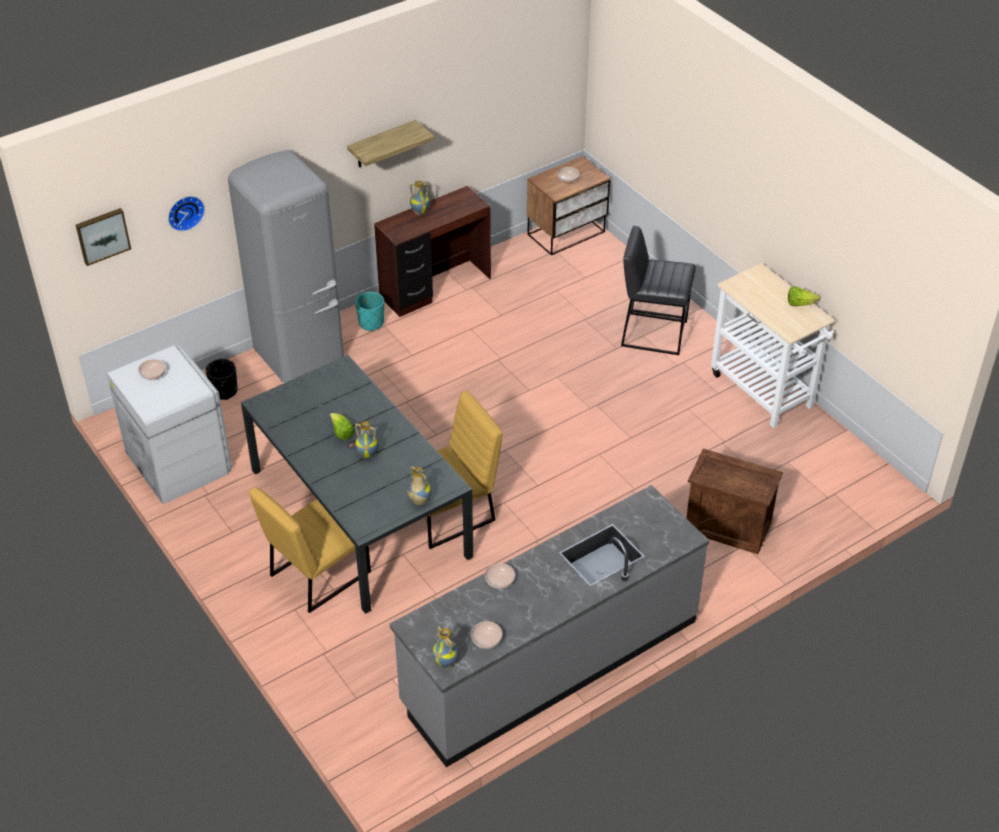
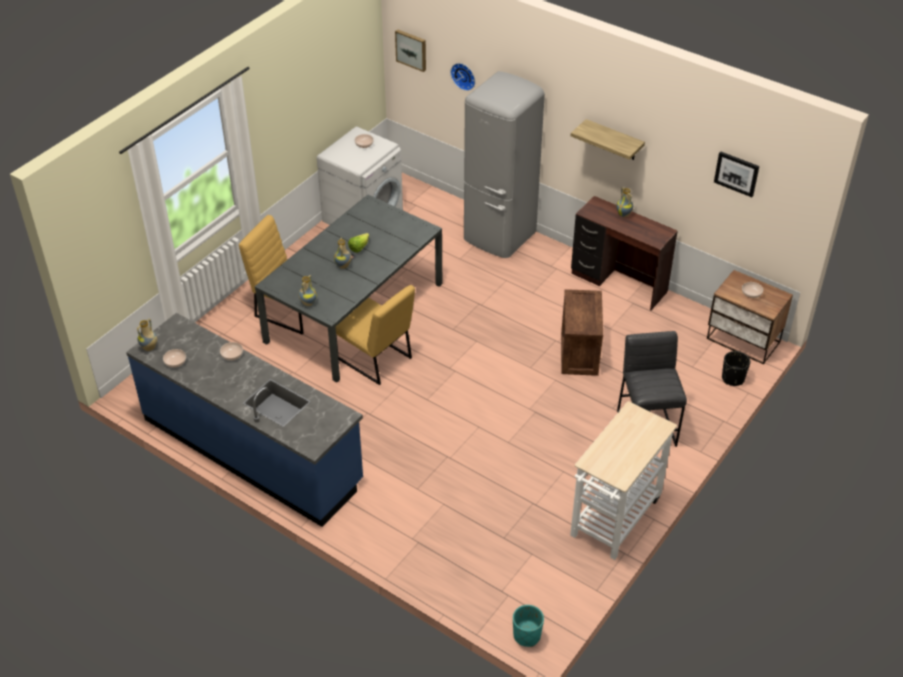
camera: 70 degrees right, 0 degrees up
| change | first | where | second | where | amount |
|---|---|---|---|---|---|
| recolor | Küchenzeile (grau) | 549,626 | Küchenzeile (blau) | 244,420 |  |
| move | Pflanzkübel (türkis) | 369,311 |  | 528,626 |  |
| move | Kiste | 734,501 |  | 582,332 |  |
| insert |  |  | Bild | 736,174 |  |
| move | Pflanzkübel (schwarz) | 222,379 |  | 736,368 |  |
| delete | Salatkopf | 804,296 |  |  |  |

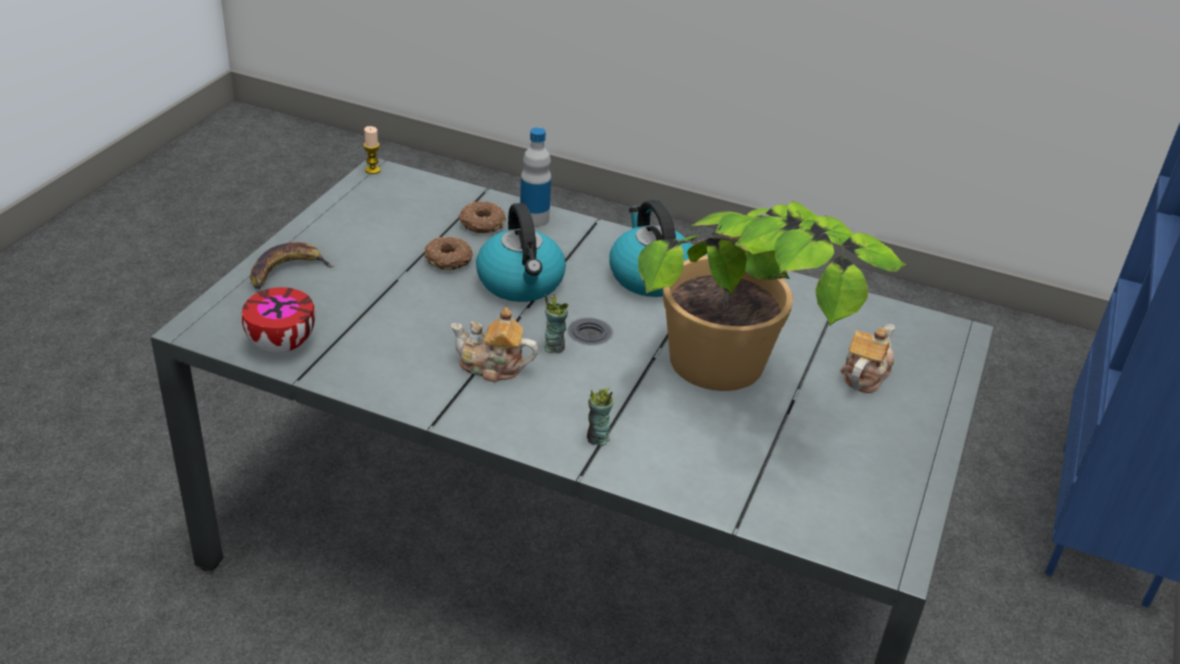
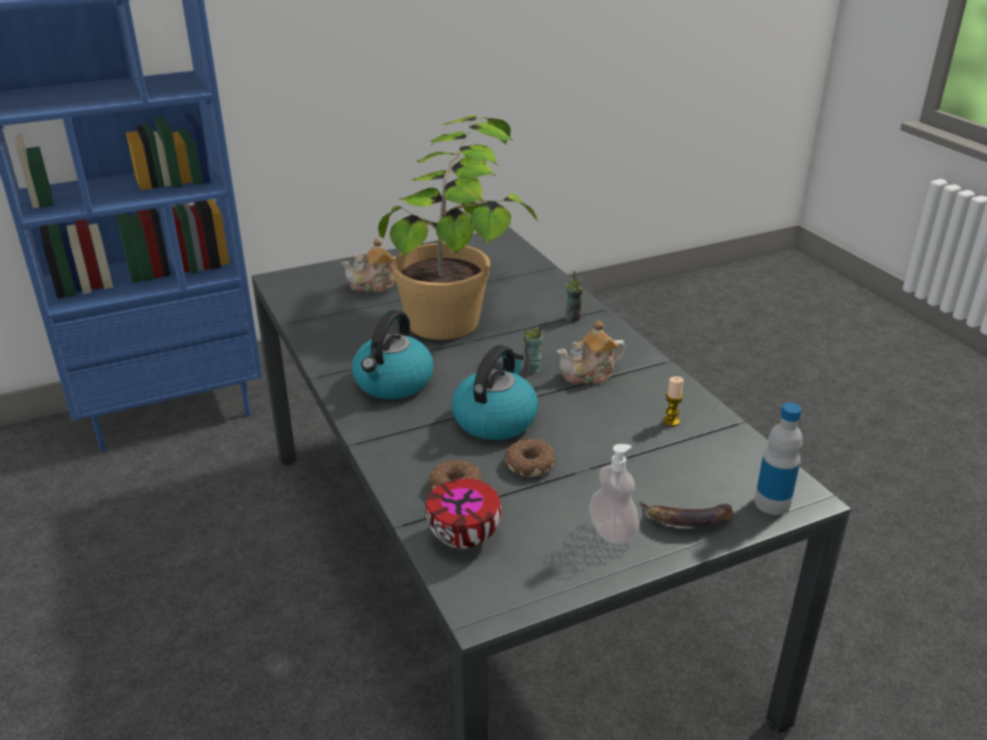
camera: 135 degrees left, 5 degrees down
| change | first | where | second | where | amount |
|---|---|---|---|---|---|
| move | Schüssel | 278,319 |  | 463,513 |  |
| rotate | Teekanne | 494,344 |  | 591,352 | 105 degrees clockwise |
| insert |  |  | Seifenspender | 614,494 |  |
| move | Kerze | 372,150 |  | 673,401 |  |
| move | Flasche | 535,177 |  | 779,459 |  |

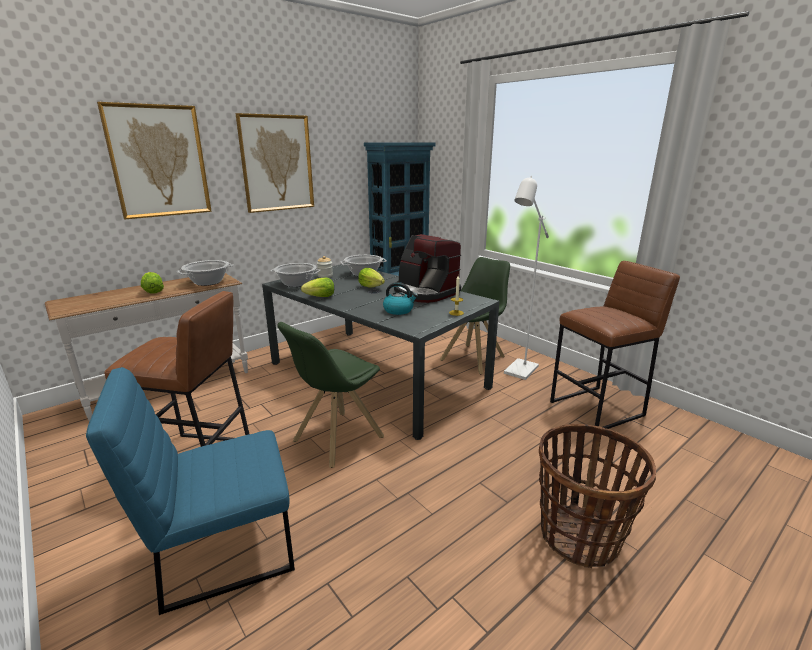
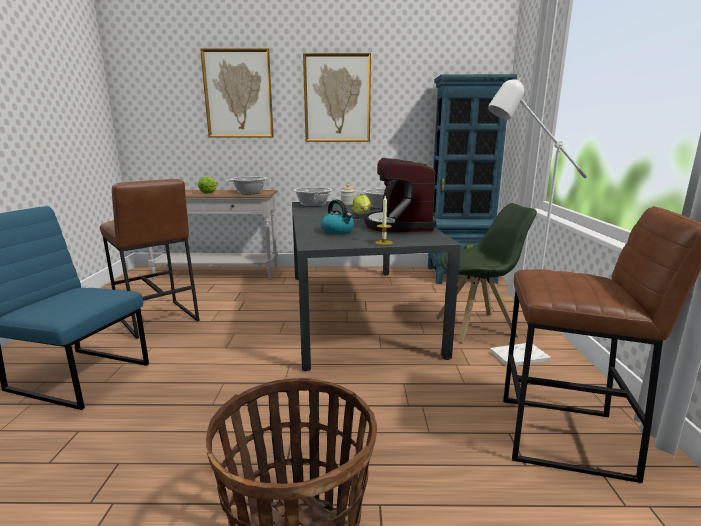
camera: 40 degrees right, 5 degrees down
| change | first | where | second | where | amount |
|---|---|---|---|---|---|
| delete | Stuhl (grün) | 330,395 |  |  |  |
| delete | Salatkopf | 317,287 |  |  |  |

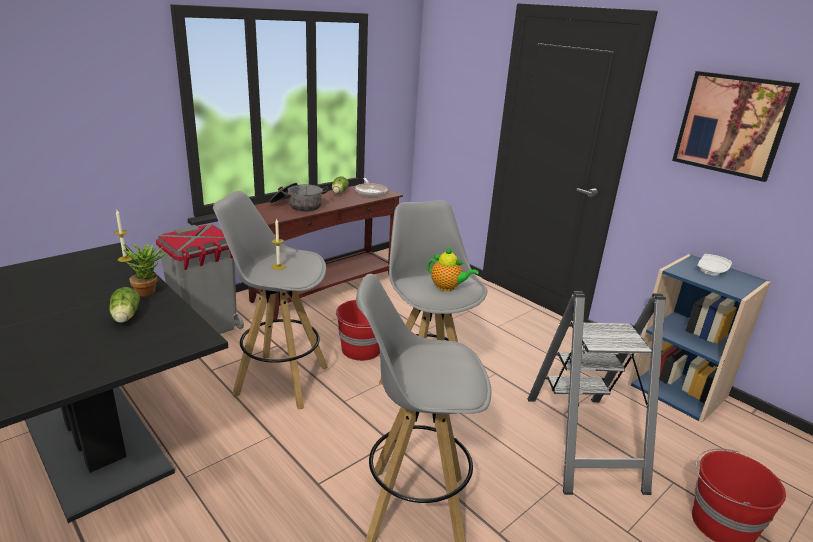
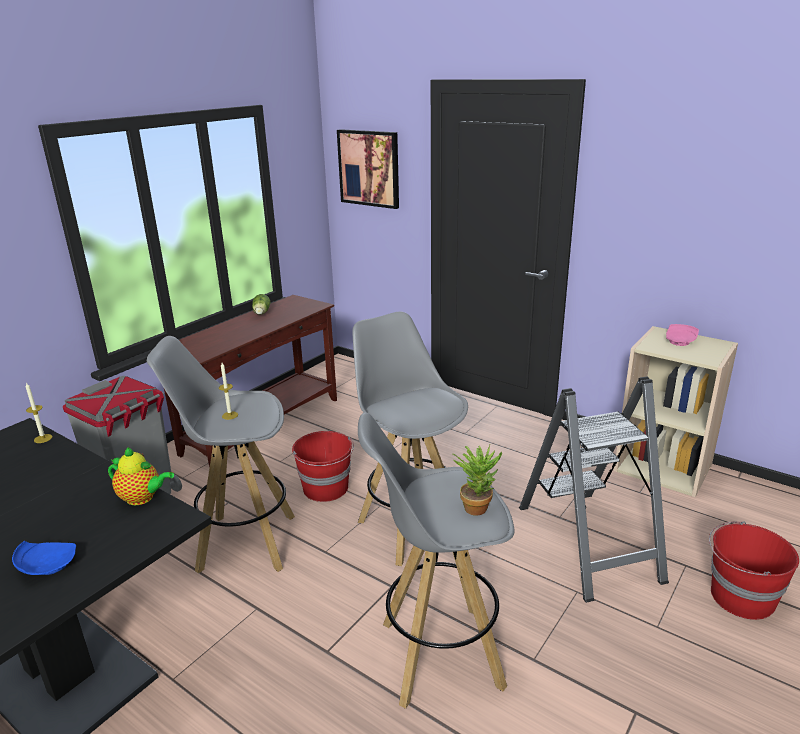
camera: 10 degrees left, 0 degrees up
| change | first | where | second | where | amount |
|---|---|---|---|---|---|
| insert |  |  | Teller (blau) | 44,558 |  |
| move | Teekanne | 453,269 |  | 141,476 |  |
| move | Bild | 736,126 |  | 368,169 |  |
| move | Topfpflanze | 144,270 |  | 477,480 |  |
| recolor | Bücherregal (blau) | 699,338 | Bücherregal (beige) | 676,411 |  |
| recolor | Teller (weiß) | 714,264 | Teller (rosa) | 682,335 |  |
| delete | Salatkopf | 124,305 |  |  |  |
| delete | Kochtopf | 299,197 |  |  |  |
| delete | Pfanne | 371,187 |  |  |  |

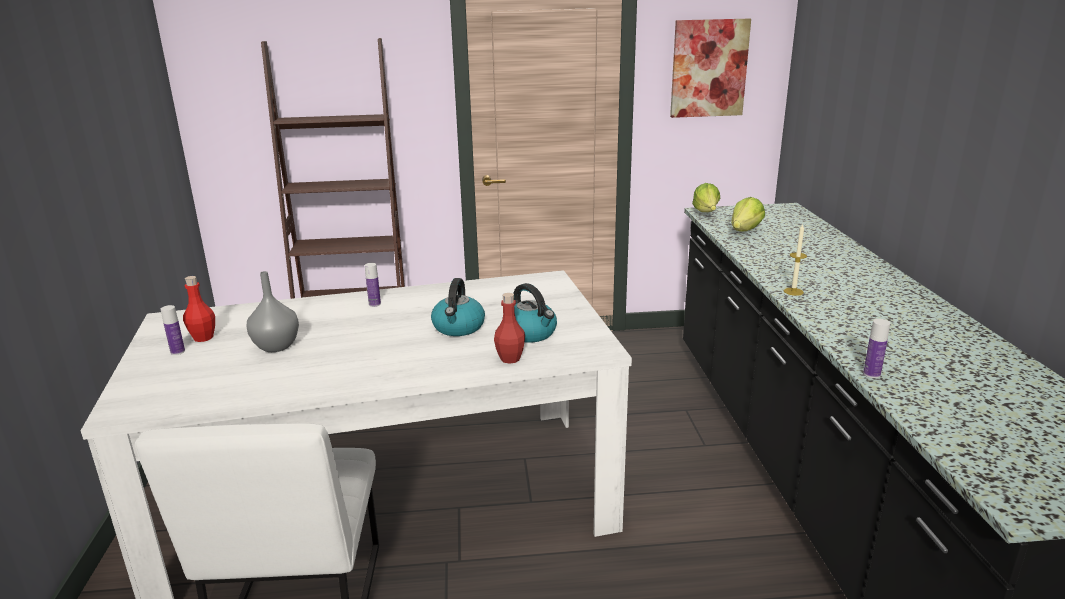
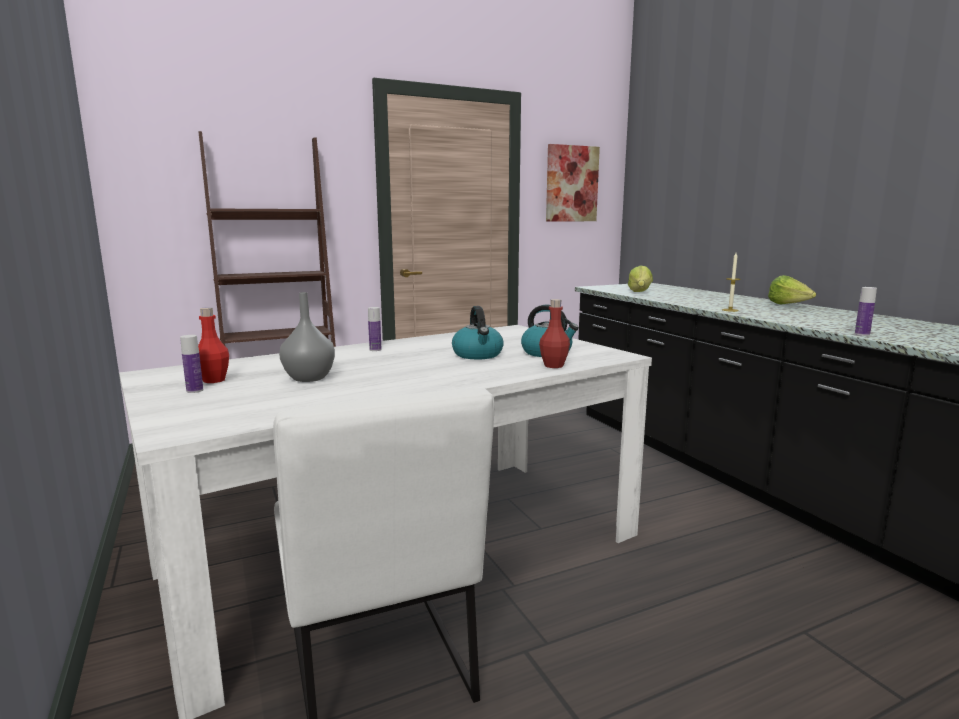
camera: 20 degrees left, 10 degrees down
| change | first | where | second | where | amount |
|---|---|---|---|---|---|
| move | Salatkopf | 706,197 |  | 792,289 |  |

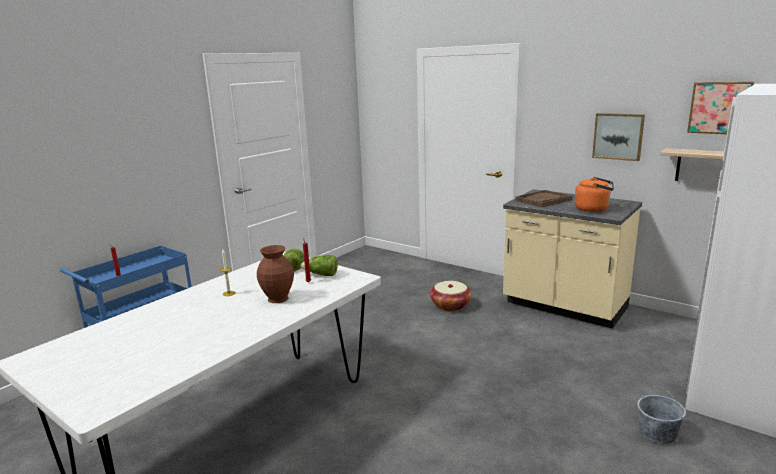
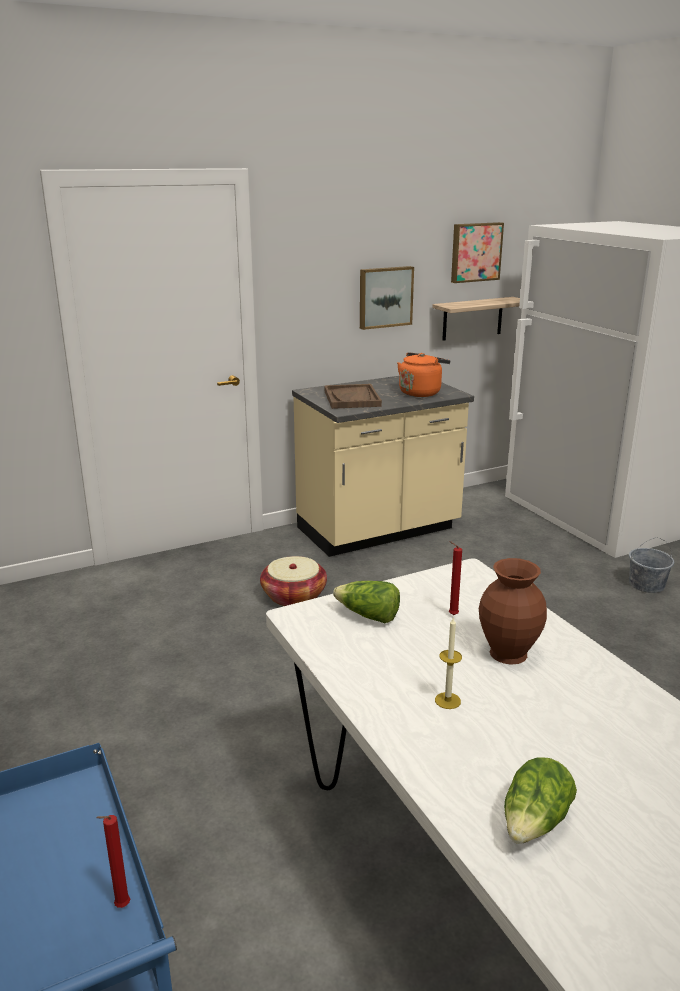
camera: 65 degrees left, 5 degrees up
| change | first | where | second | where | amount |
|---|---|---|---|---|---|
| move | Salatkopf | 319,265 |  | 540,800 |  |

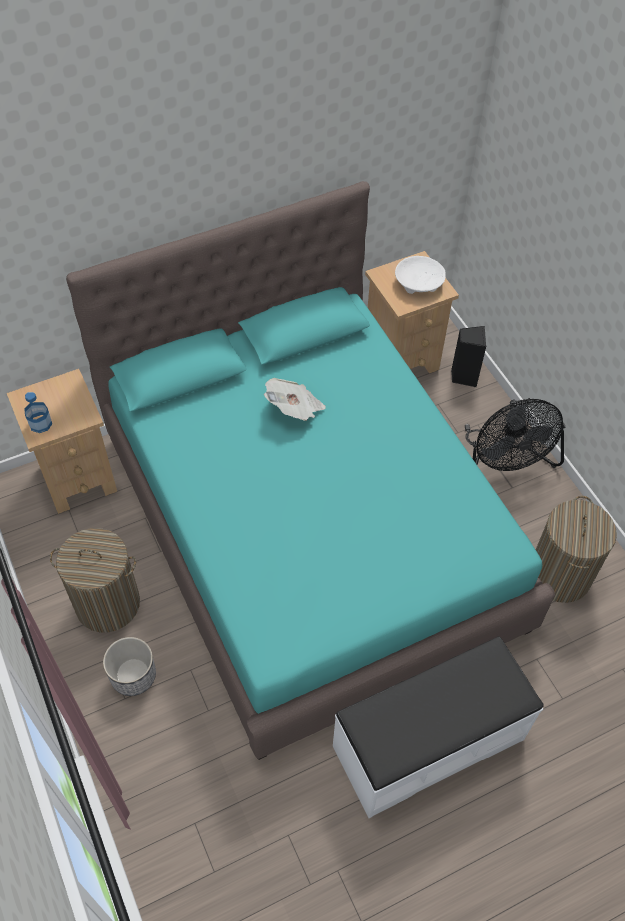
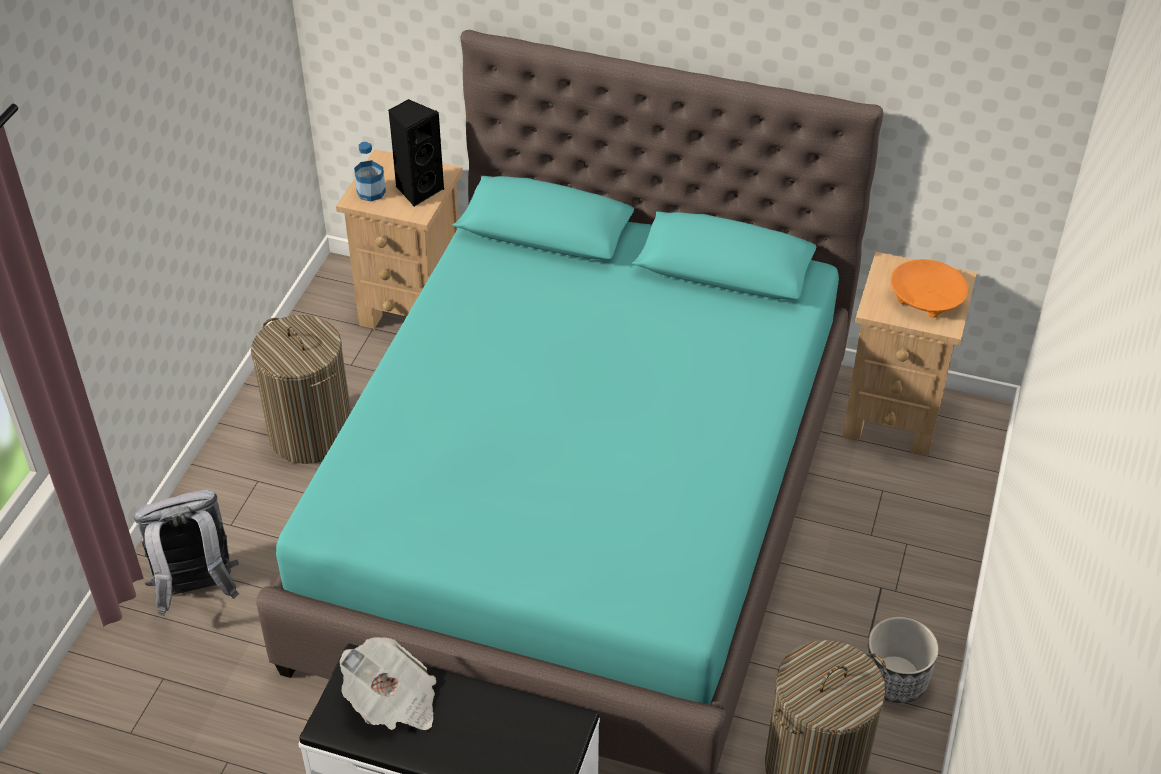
camera: 45 degrees right, 10 degrees down
| change | first | where | second | where | amount |
|---|---|---|---|---|---|
| insert |  |  | Rucksack (grau) | 186,553 |  |
| move | Zeitung | 295,399 |  | 388,683 |  |
| move | Lautsprecher (schwarz) | 468,356 |  | 416,153 |  |
| move | Pflanzkübel | 129,666 |  | 902,660 |  |
| recolor | Schüssel (weiß) | 420,275 | Schüssel (orange) | 929,288 |  |
| delete | Ventilator (schwarz) | 515,434 |  |  |  |

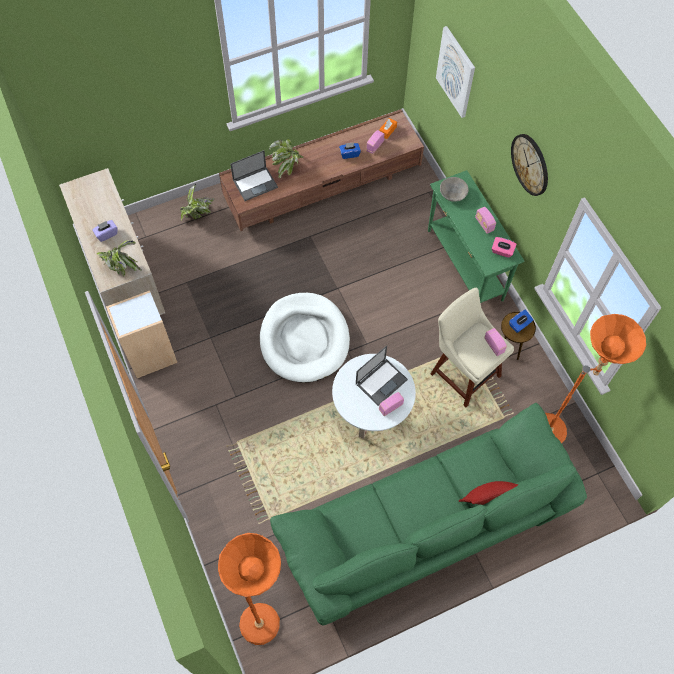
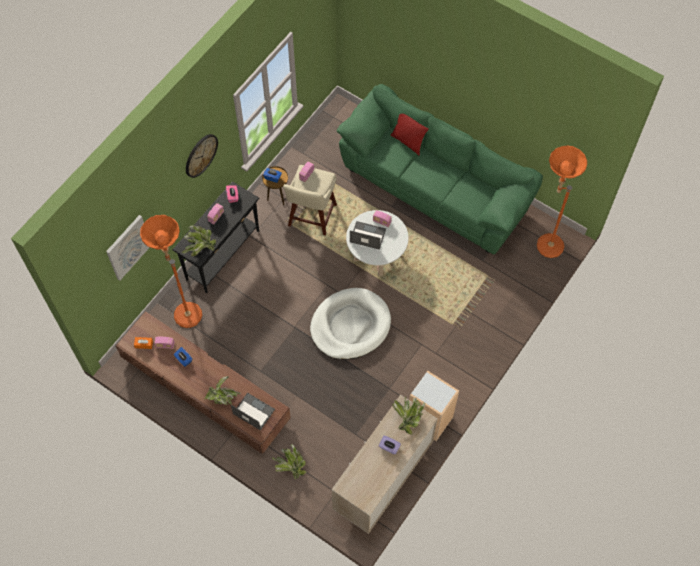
camera: 120 degrees left, 0 degrees up
| change | first | where | second | where | amount |
|---|---|---|---|---|---|
| move | Stehlampe (orange) | 595,379 |  | 171,271 |  |
| recolor | Konsolentisch (grün) | 476,236 | Konsolentisch (schwarz) | 216,237 |  |
| replace | Schüssel (grau) | 454,189 | Topfpflanze | 199,240 |  |

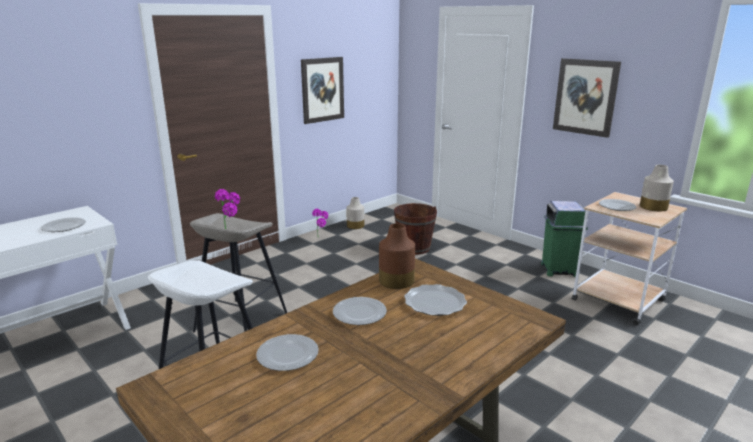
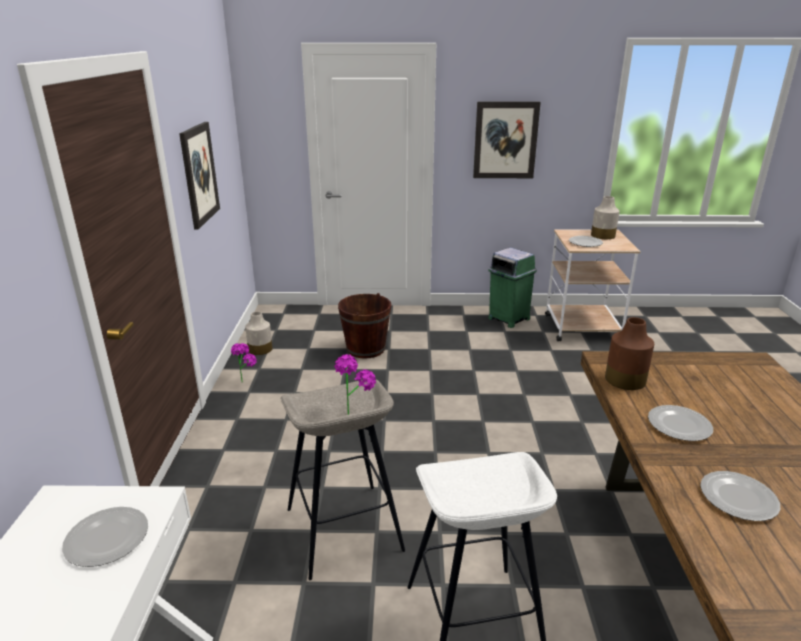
camera: 45 degrees left, 5 degrees up
| change | first | where | second | where | amount |
|---|---|---|---|---|---|
| delete | Teller | 435,300 |  |  |  |

